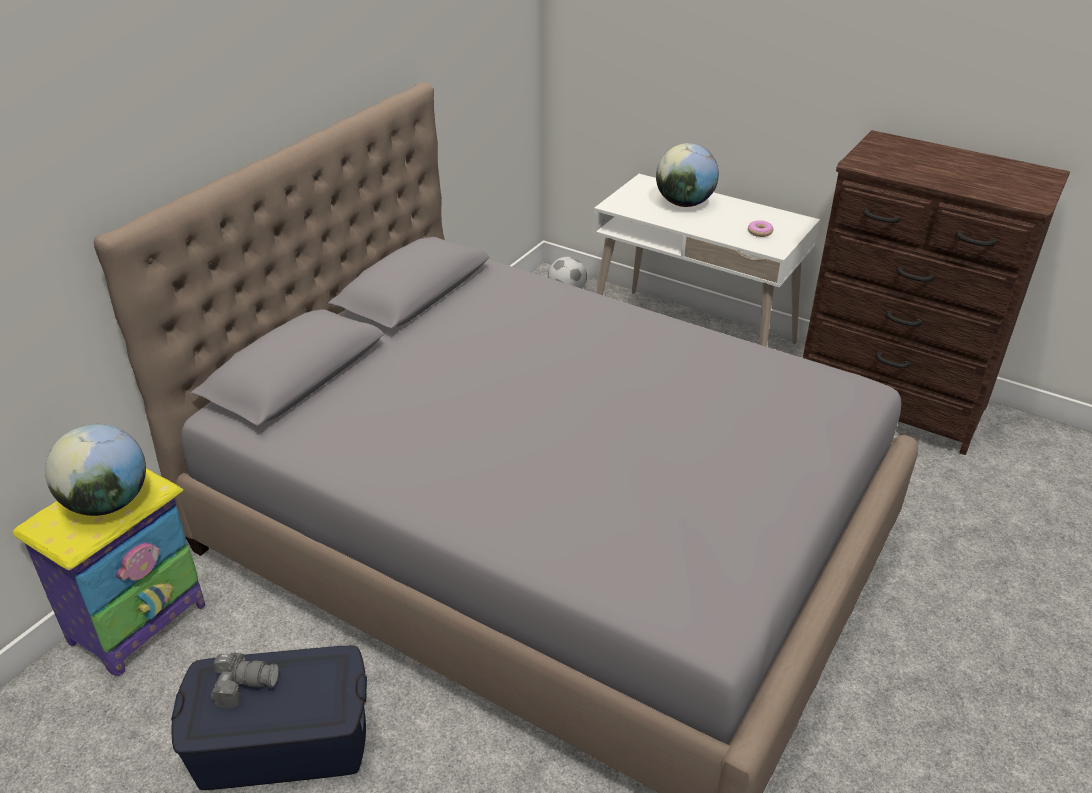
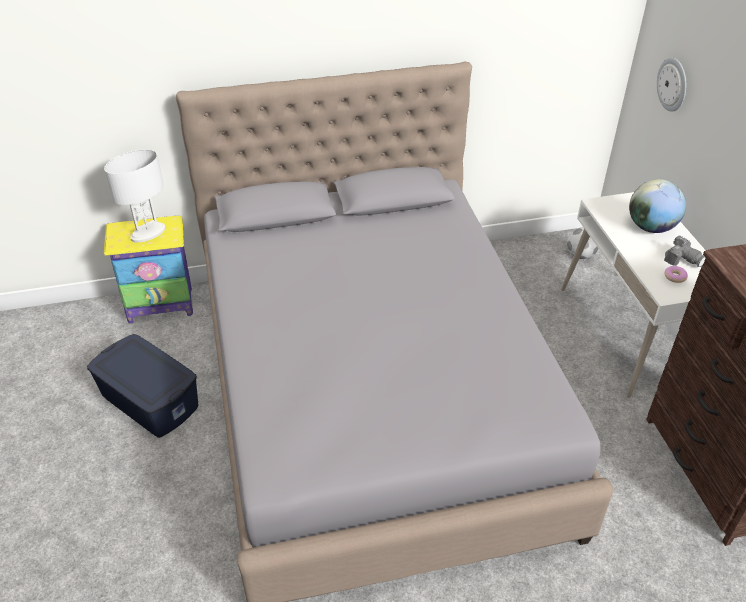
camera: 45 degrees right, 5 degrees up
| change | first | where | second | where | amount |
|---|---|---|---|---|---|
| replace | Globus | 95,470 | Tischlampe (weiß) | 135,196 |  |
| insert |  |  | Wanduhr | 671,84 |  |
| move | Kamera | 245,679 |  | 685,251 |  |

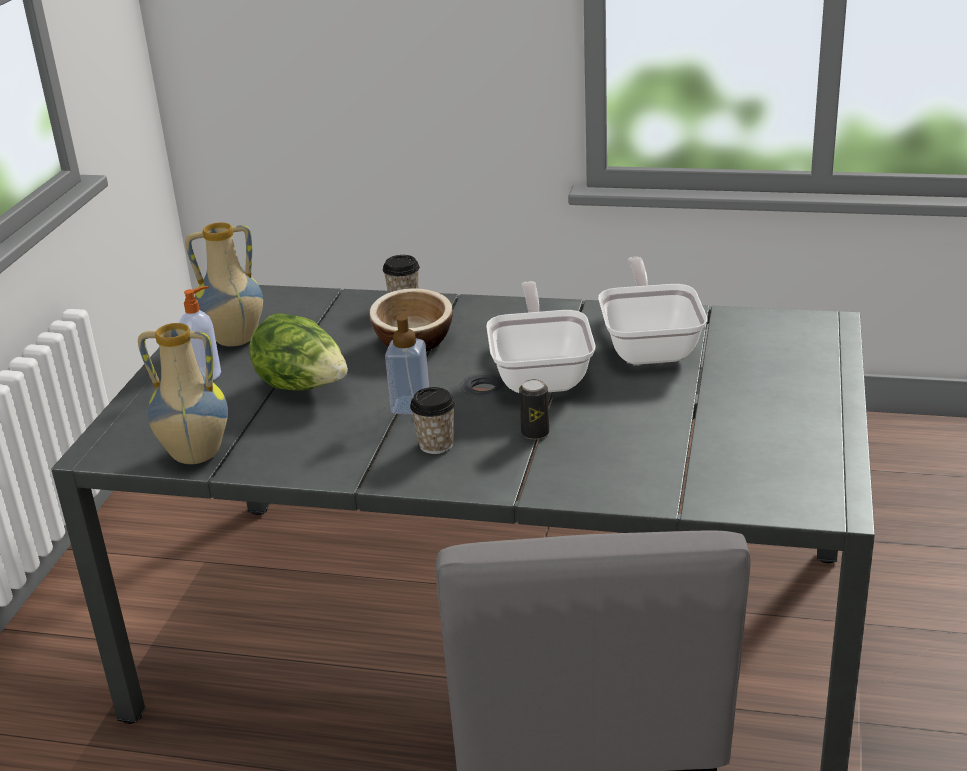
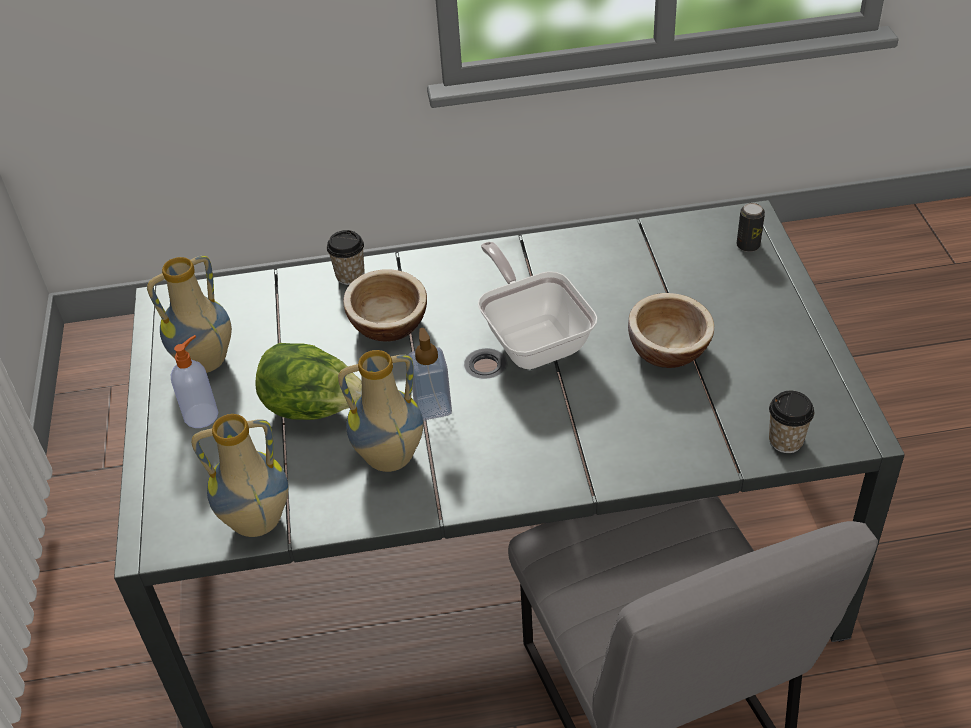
camera: 20 degrees left, 15 degrees up
| change | first | where | second | where | amount |
|---|---|---|---|---|---|
| insert |  |  | Vase | 380,411 |  |
| insert |  |  | Schüssel | 671,330 |  |
| move | Dose | 534,409 |  | 750,227 |  |
| move | Tasse | 432,420 |  | 791,422 |  |
| delete | Pfanne | 653,310 |  |  |  |

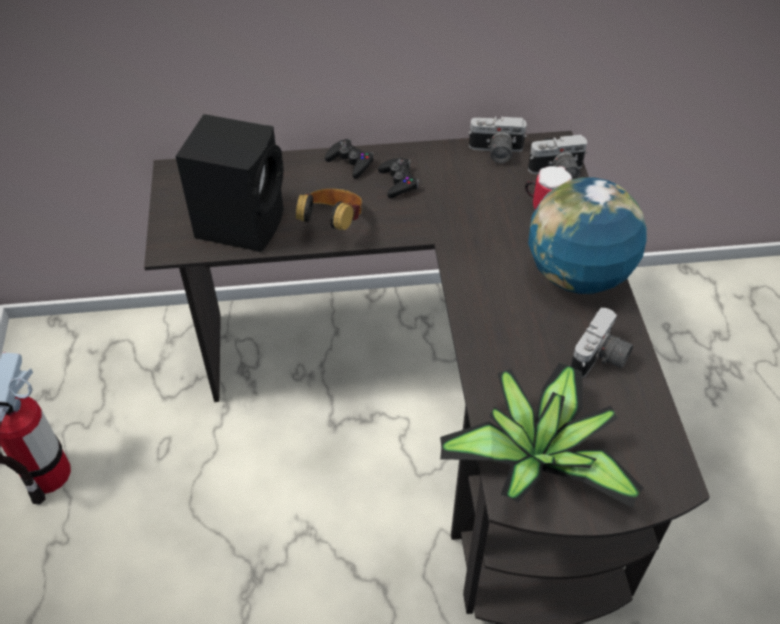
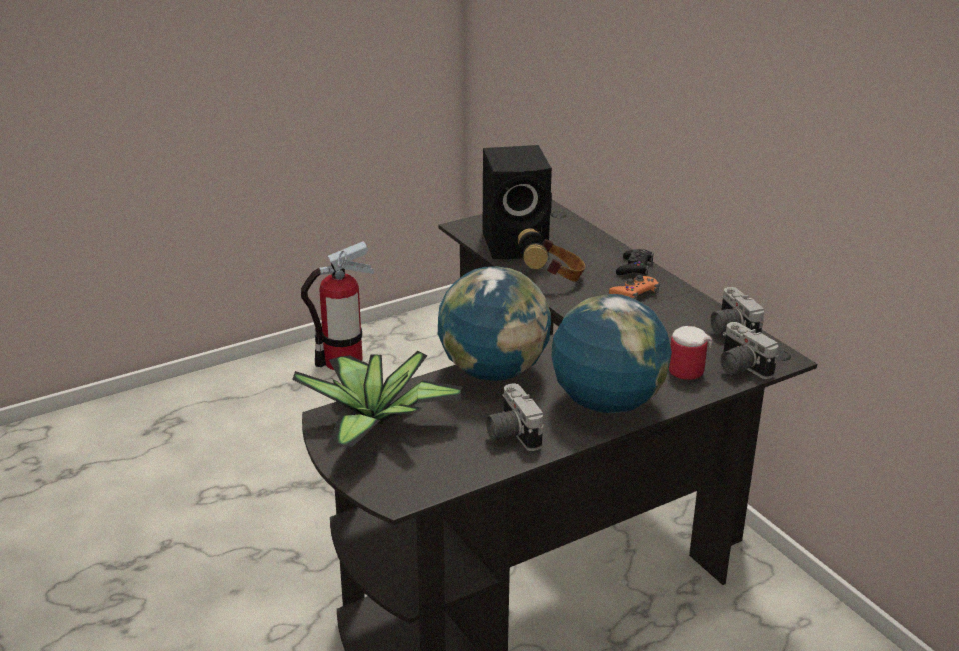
camera: 65 degrees right, 20 degrees down
| change | first | where | second | where | amount |
|---|---|---|---|---|---|
| insert |  |  | Globus | 494,323 |  |
| rotate | Kamera | 601,343 |  | 515,417 | 60 degrees clockwise |
| recolor | Gamepad (schwarz) | 398,178 | Gamepad (orange) | 634,287 |  |

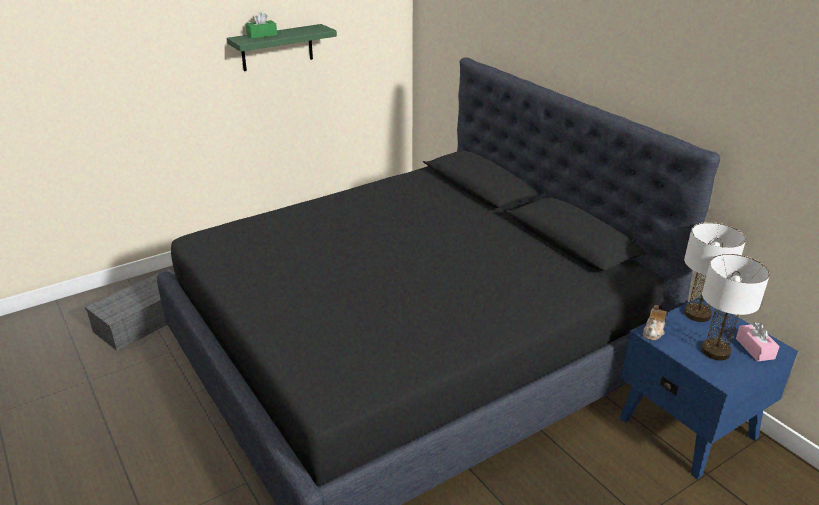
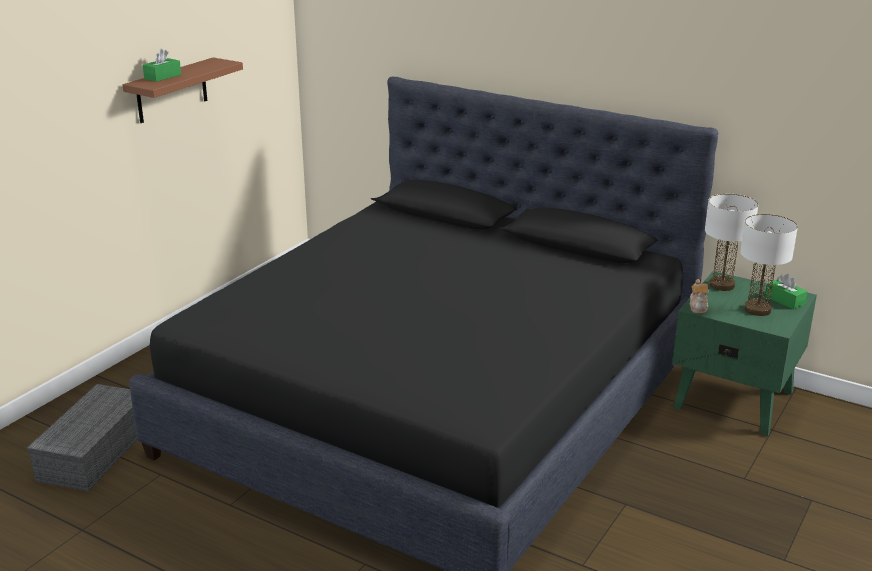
camera: 25 degrees left, 5 degrees down
| change | first | where | second | where | amount |
|---|---|---|---|---|---|
| recolor | Wandregal (grün) | 282,47 | Wandregal (braun) | 182,90 |  |
| recolor | Nachttisch (blau) | 708,388 | Nachttisch (grün) | 744,353 |  |
| recolor | Taschentuchbox (rosa) | 758,342 | Taschentuchbox (grün) | 786,292 |  |

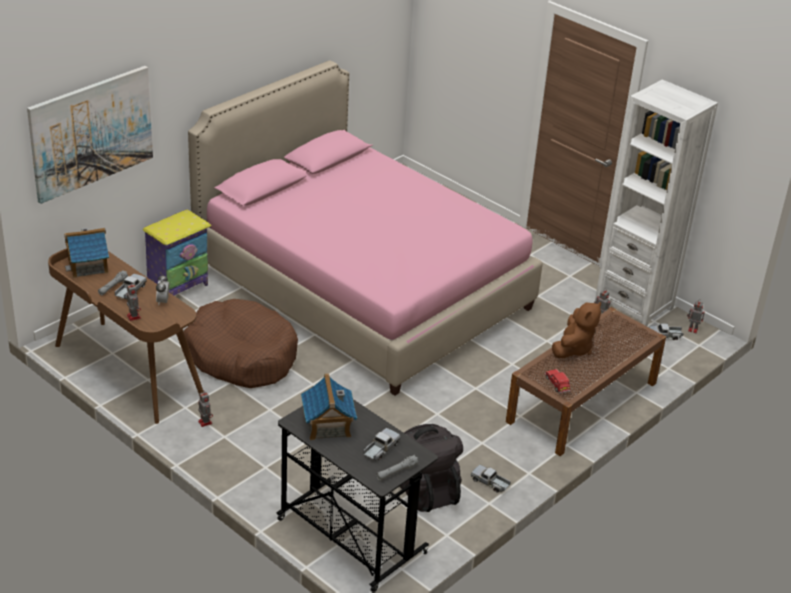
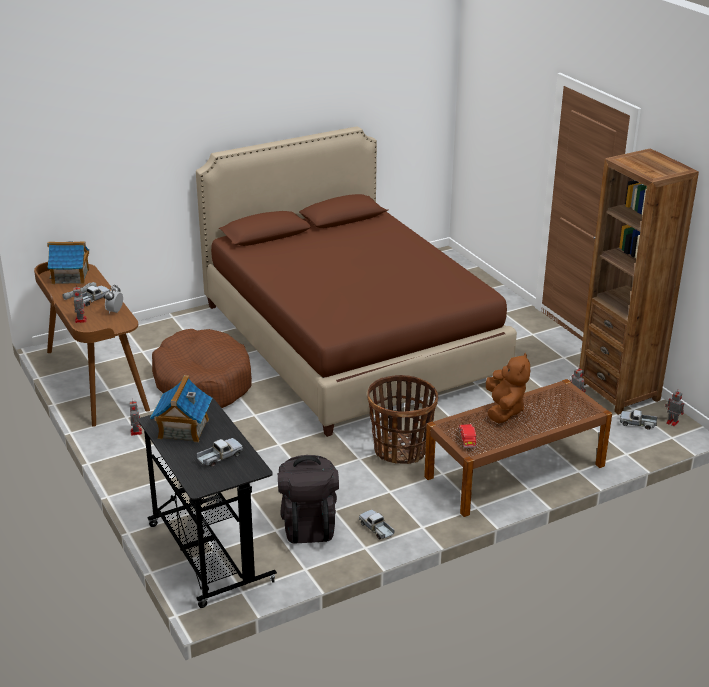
camera: 20 degrees right, 5 degrees down
| change | first | where | second | where | amount |
|---|---|---|---|---|---|
| recolor | Bett (rosa) | 365,228 | Bett (braun) | 356,281 |  |
| insert |  |  | Korb | 402,419 |  |
| rotate | Plüschtier (braun) | 576,329 |  | 508,388 | 45 degrees counterclockwise |
| recolor | Bücherregal (weiß) | 656,203 | Bücherregal (braun) | 639,282 |  |
| delete | Bild | 90,135 |  |  |  |
| delete | Nachttisch | 177,252 |  |  |  |
| delete | Taschenlampe (grau) | 397,468 |  |  |  |

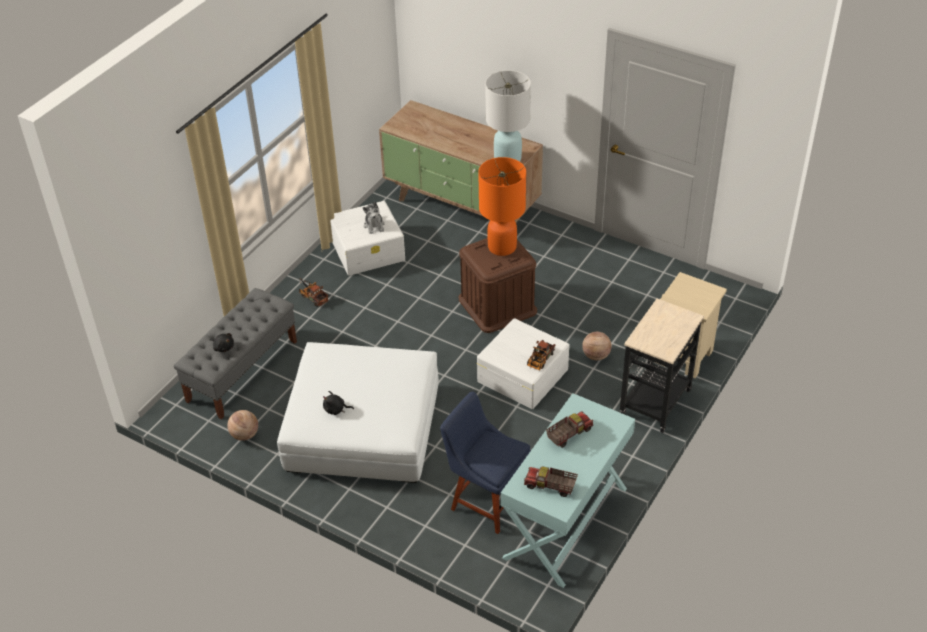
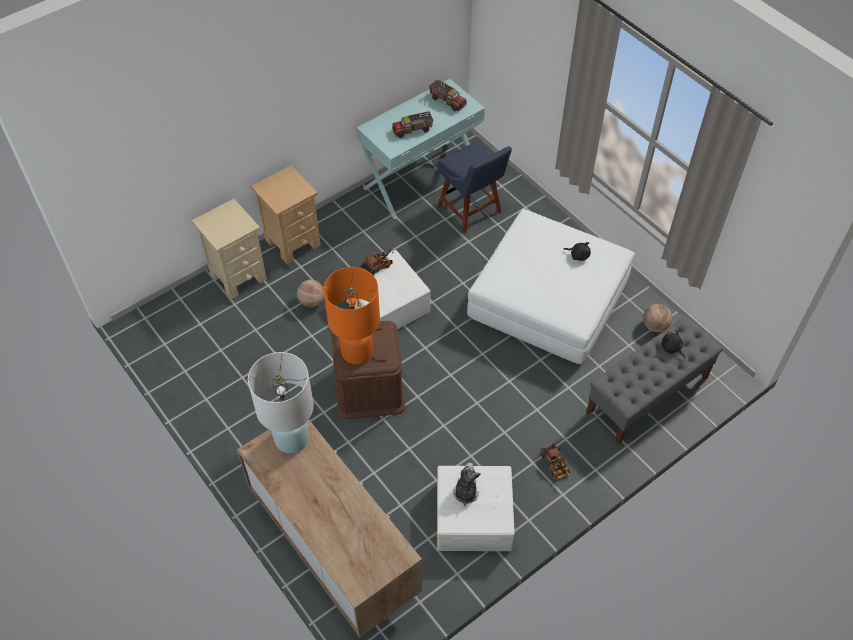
camera: 160 degrees left, 10 degrees up
| change | first | where | second | where | amount |
|---|---|---|---|---|---|
| replace | Rollwagen | 662,365 | Nachttisch (beige) | 286,214 |  |

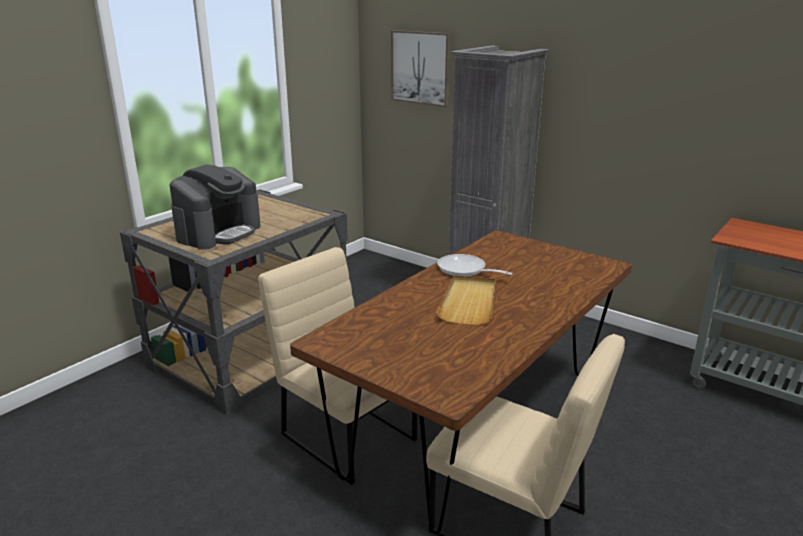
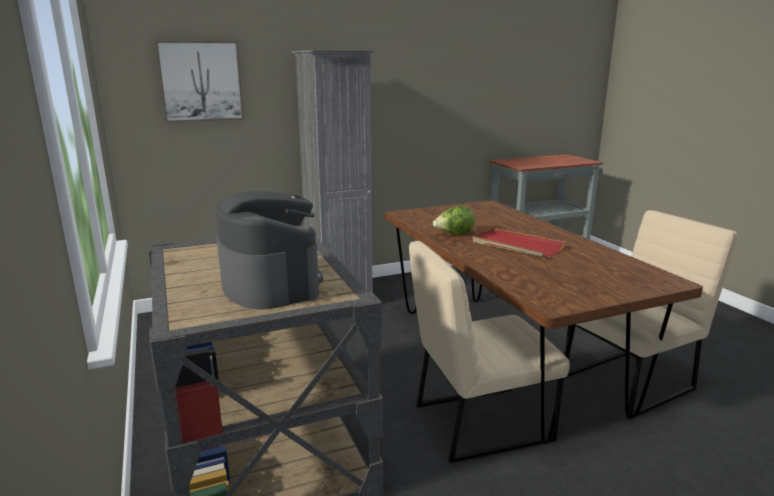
camera: 60 degrees left, 5 degrees down
| change | first | where | second | where | amount |
|---|---|---|---|---|---|
| replace | Pfanne | 475,265 | Salatkopf | 454,220 |  |
| recolor | Tablett (beige) | 466,300 | Tablett (rot) | 519,243 |  |

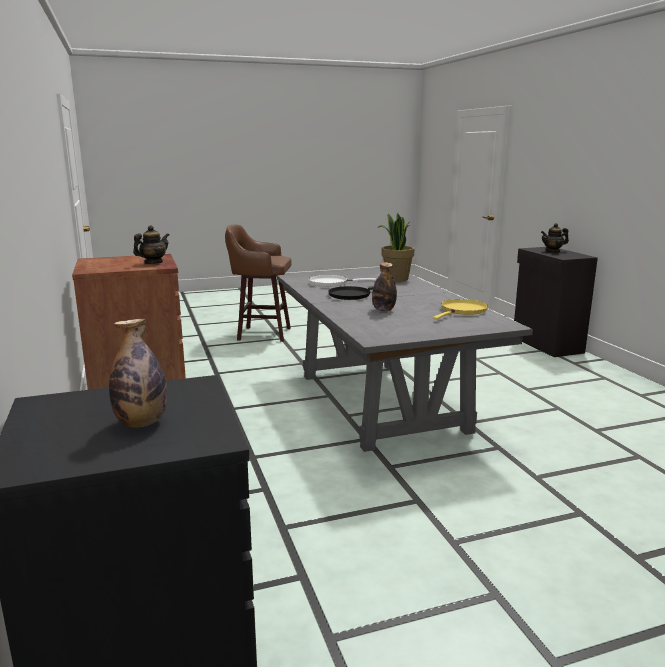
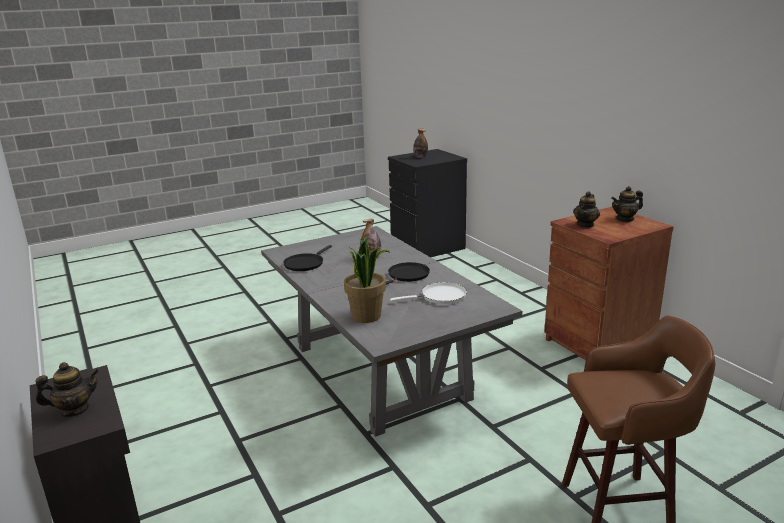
camera: 170 degrees right, 5 degrees up
| change | first | where | second | where | amount |
|---|---|---|---|---|---|
| recolor | Pfanne (gelb) | 460,309 | Pfanne (schwarz) | 307,258 |  |
| insert |  |  | Teekanne | 627,204 |  |

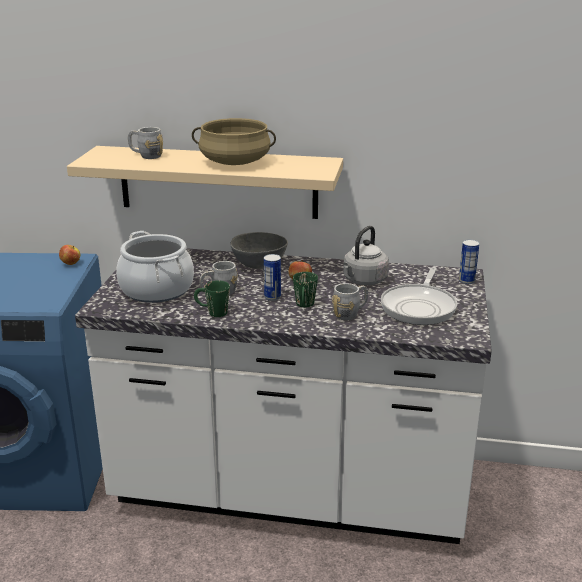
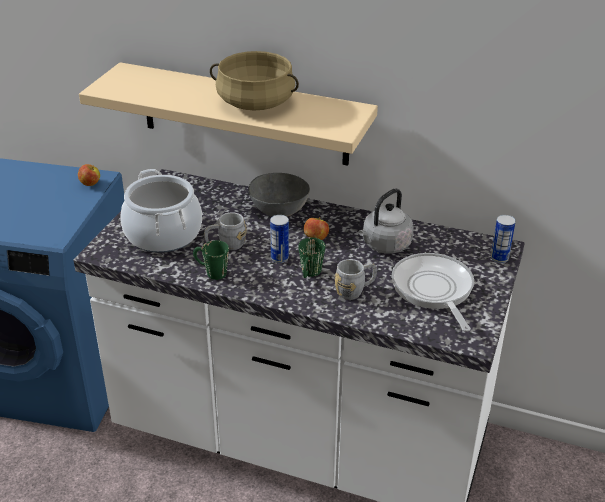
camera: 10 degrees right, 10 degrees up
| change | first | where | second | where | amount |
|---|---|---|---|---|---|
| rotate | Pfanne | 419,296 |  | 433,292 | 135 degrees clockwise |
| delete | Henkelbecher (grau) | 145,143 |  |  |  |

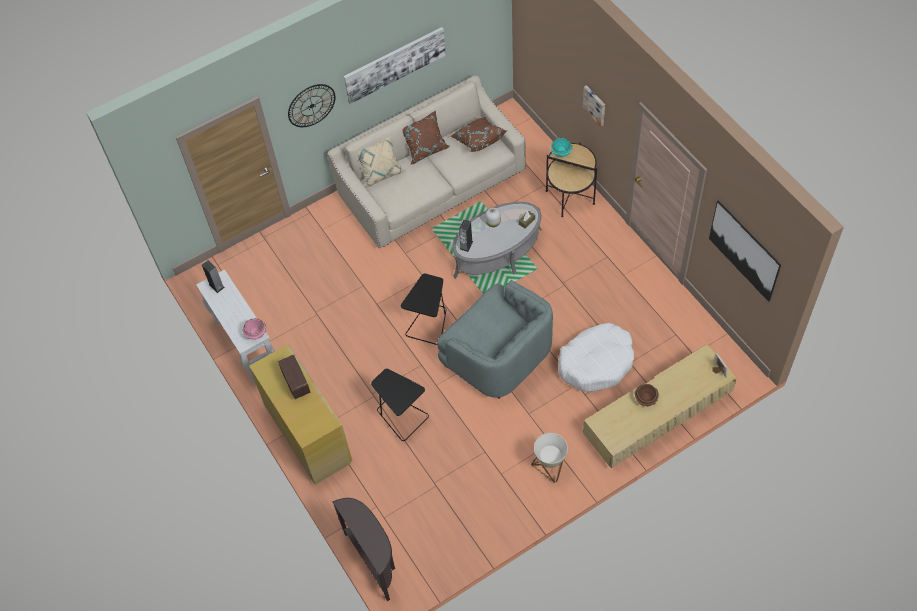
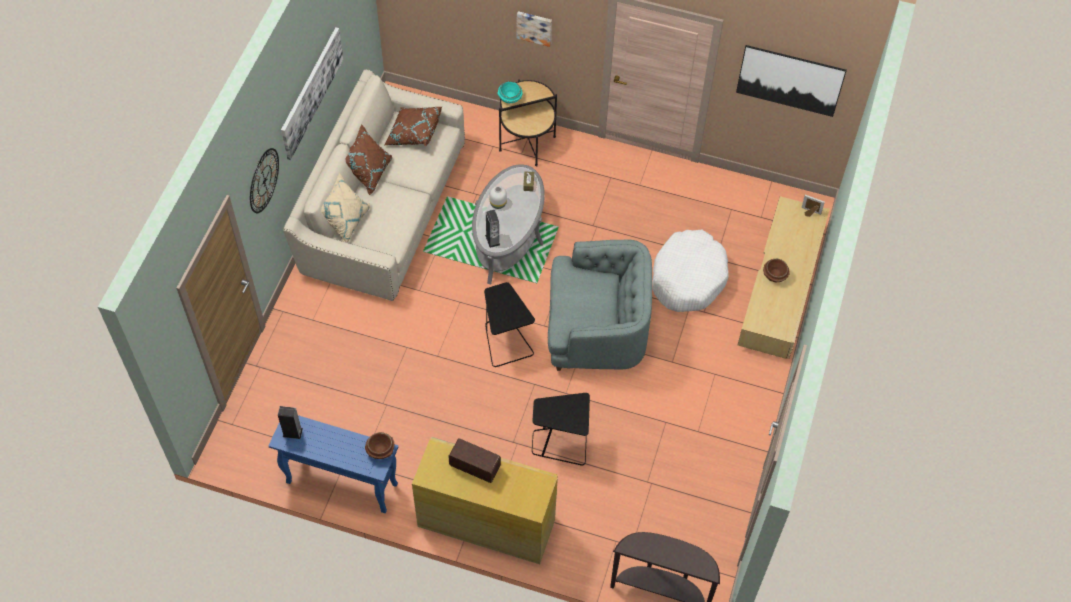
camera: 45 degrees left, 0 degrees up
| change | first | where | second | where | amount |
|---|---|---|---|---|---|
| recolor | Konsolentisch (weiß) | 235,326 | Konsolentisch (blau) | 333,464 |  |
| recolor | Schüssel (rosa) | 254,329 | Schüssel (braun) | 380,445 |  |
| delete | Pflanzkübel | 549,458 |  |  |  |

